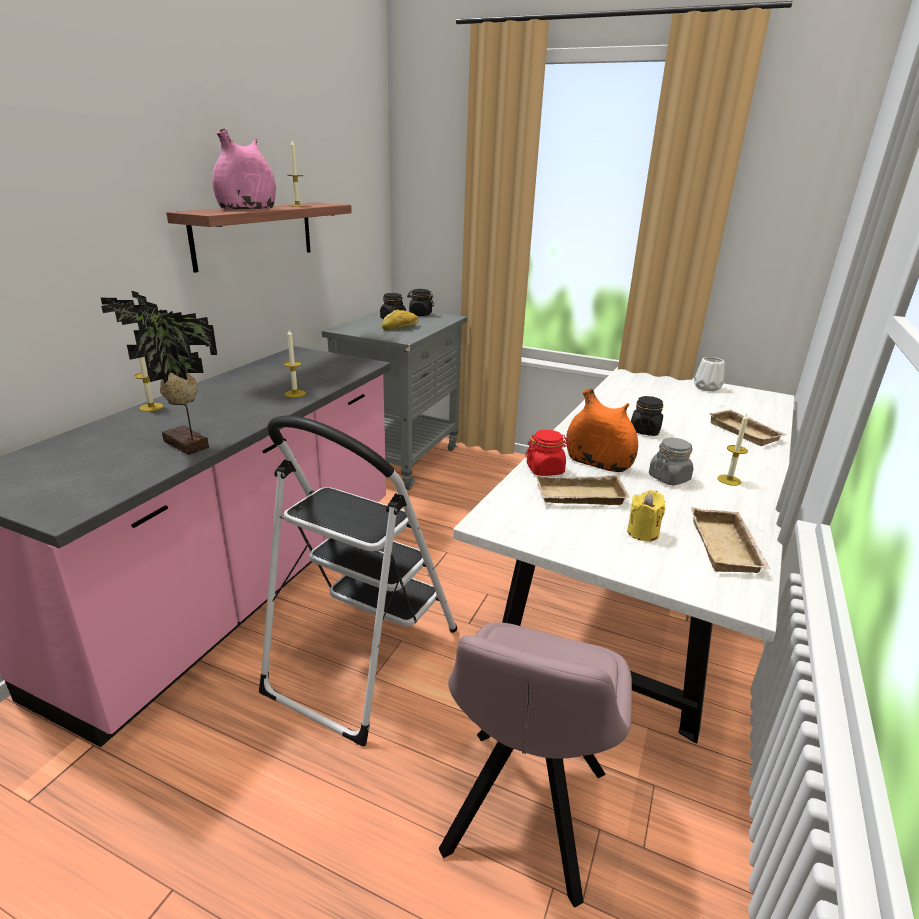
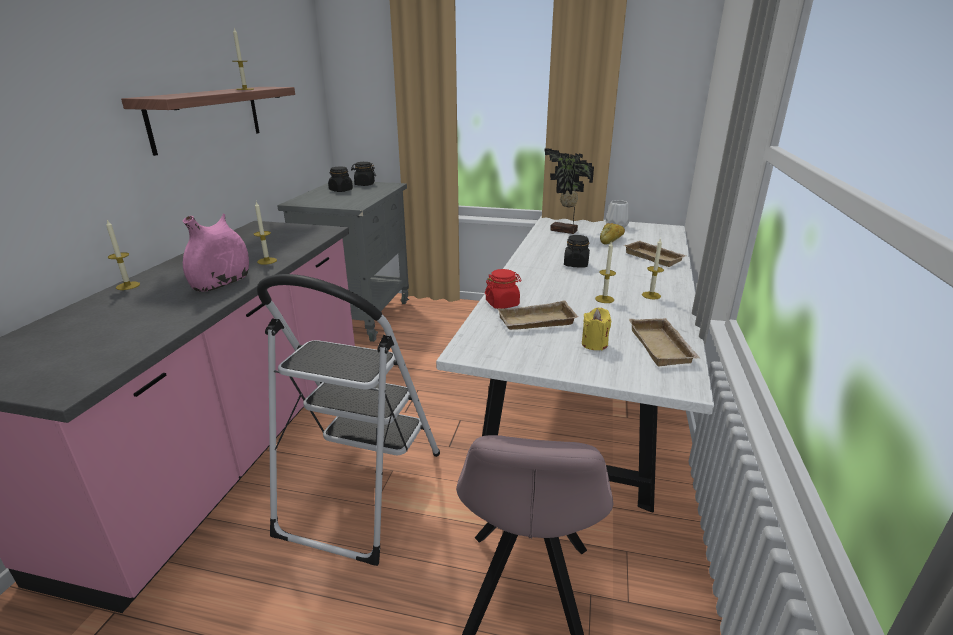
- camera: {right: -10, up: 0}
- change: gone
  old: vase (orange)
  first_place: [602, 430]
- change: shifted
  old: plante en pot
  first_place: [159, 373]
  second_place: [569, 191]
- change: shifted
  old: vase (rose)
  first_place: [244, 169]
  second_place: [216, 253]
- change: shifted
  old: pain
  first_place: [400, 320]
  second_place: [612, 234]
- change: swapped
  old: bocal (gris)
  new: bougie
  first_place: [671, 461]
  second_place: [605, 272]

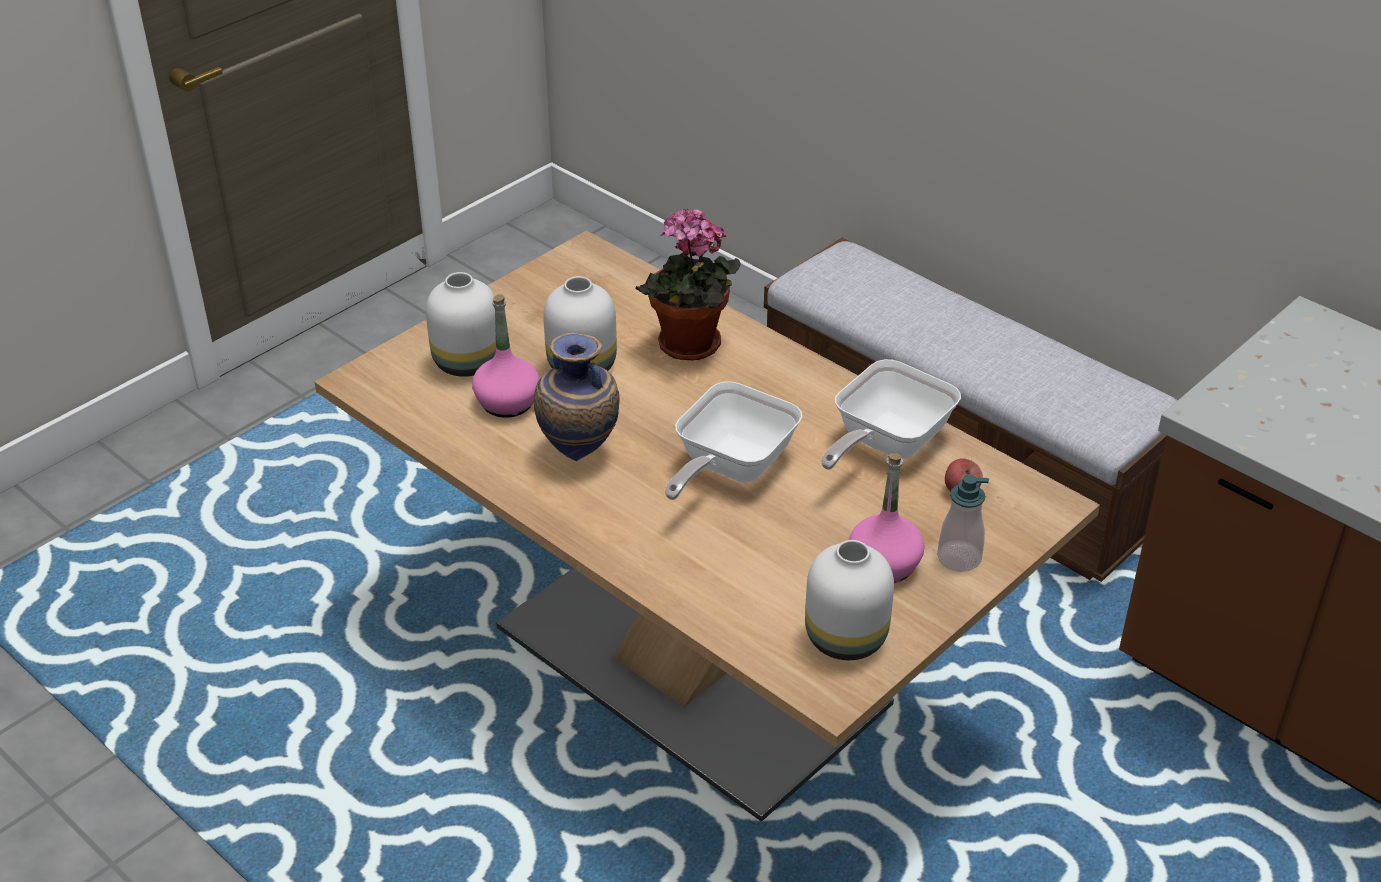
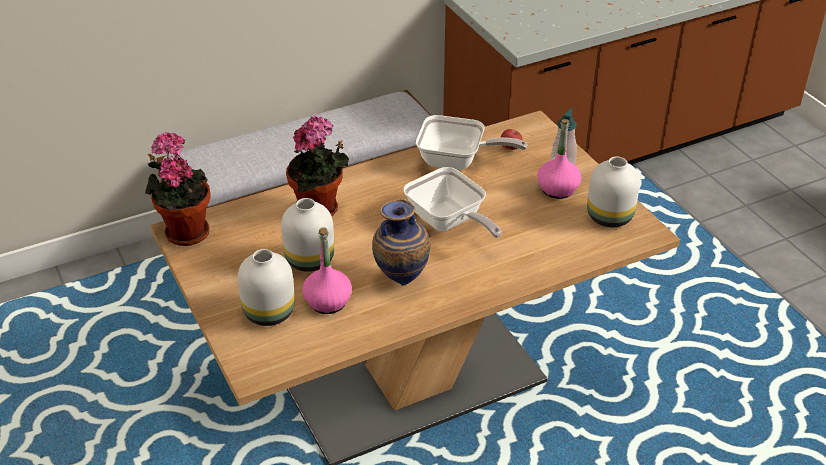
- camera: {right: -70, up: 0}
- change: new
  new: plante en pot
  second_place: [177, 189]
- change: rotated
  old: poêle
  first_place: [891, 414]
  second_place: [471, 142]
  degrees: -45

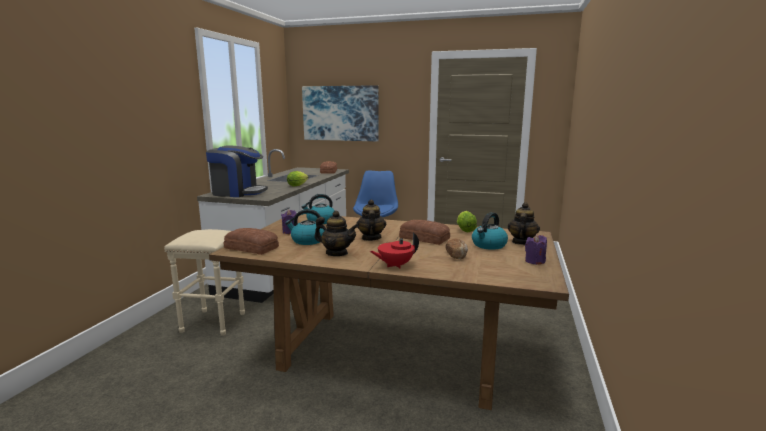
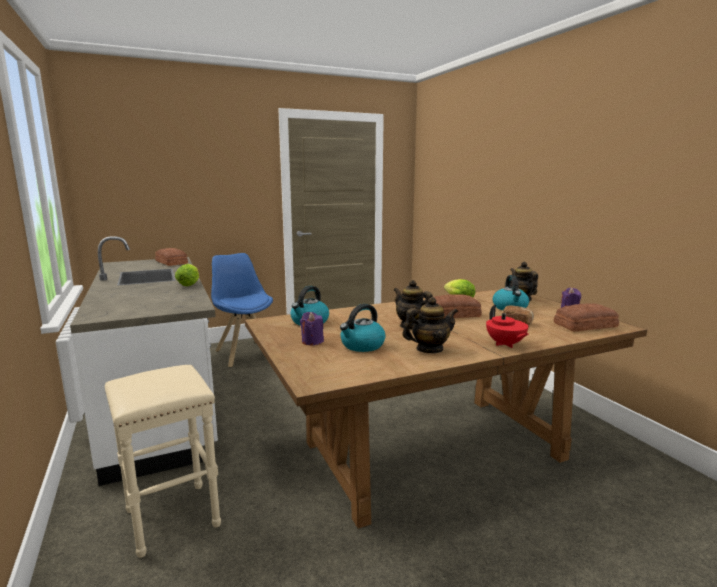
- camera: {right: -40, up: 0}
- change: gone
  old: machine à café
  first_place: [237, 171]
- change: gone
  old: tableau
  first_place: [340, 113]
- change: shifted
  old: pain
  first_place: [251, 241]
  second_place: [586, 317]
- change: rotated
  old: théière (rouge)
  first_place: [394, 250]
  second_place: [507, 326]
  degrees: -45

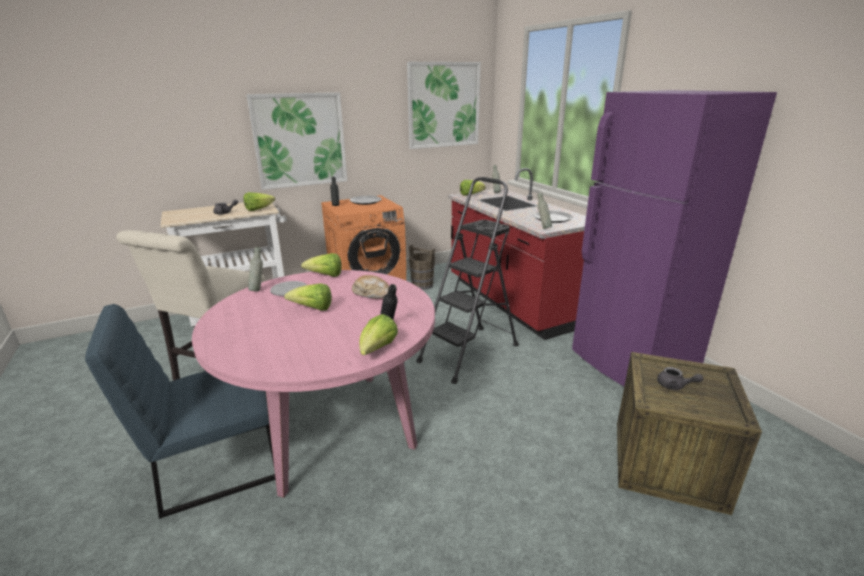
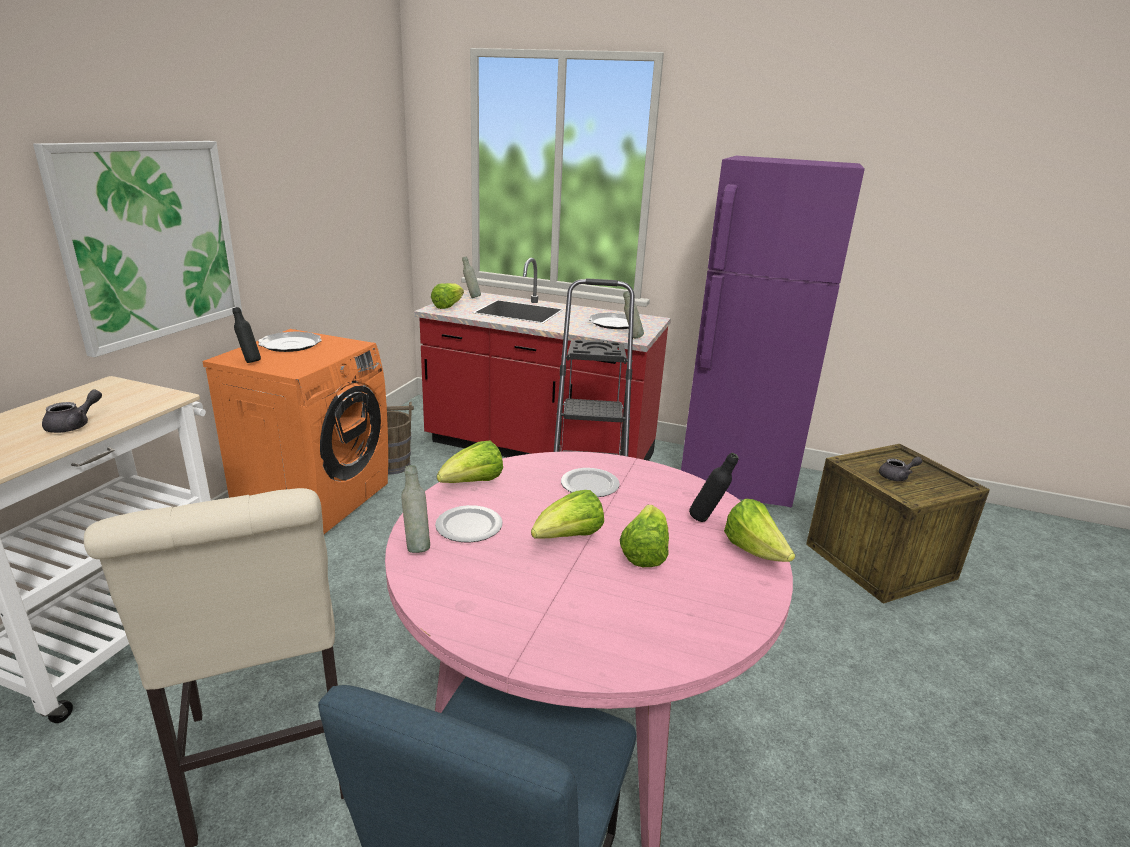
- camera: {right: -45, up: 0}
- change: gone
  old: tableau
  first_place: [444, 105]
- change: shifted
  old: laitue
  first_place: [259, 201]
  second_place: [644, 536]
- change: swapped
  old: pain
  new: assiette
  first_place: [370, 287]
  second_place: [590, 482]

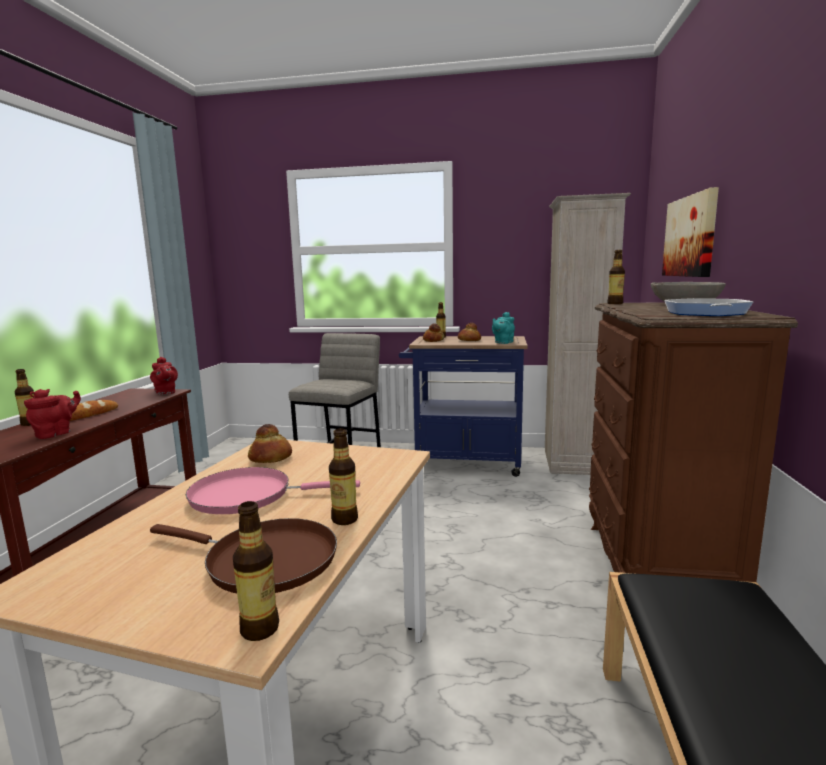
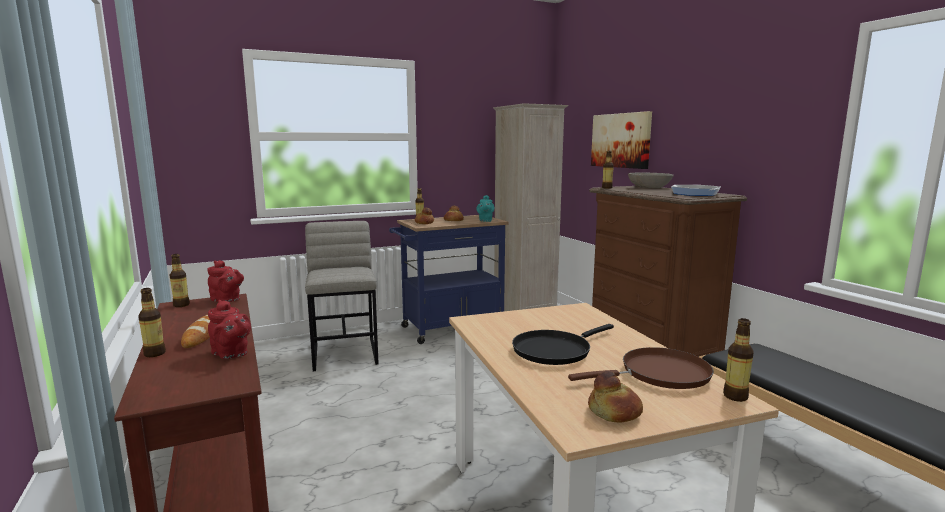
- camera: {right: -35, up: 0}
- change: shifted
  old: pain
  first_place: [270, 443]
  second_place: [615, 396]
- change: shifted
  old: bouteille
  first_place: [343, 476]
  second_place: [180, 280]
- change: repainted
  old: poêle (rose)
  new: poêle (noir)
  first_place: [273, 490]
  second_place: [563, 344]
- change: rotated
  old: théière (rouge)
  first_place: [52, 414]
  second_place: [229, 329]
  degrees: 135

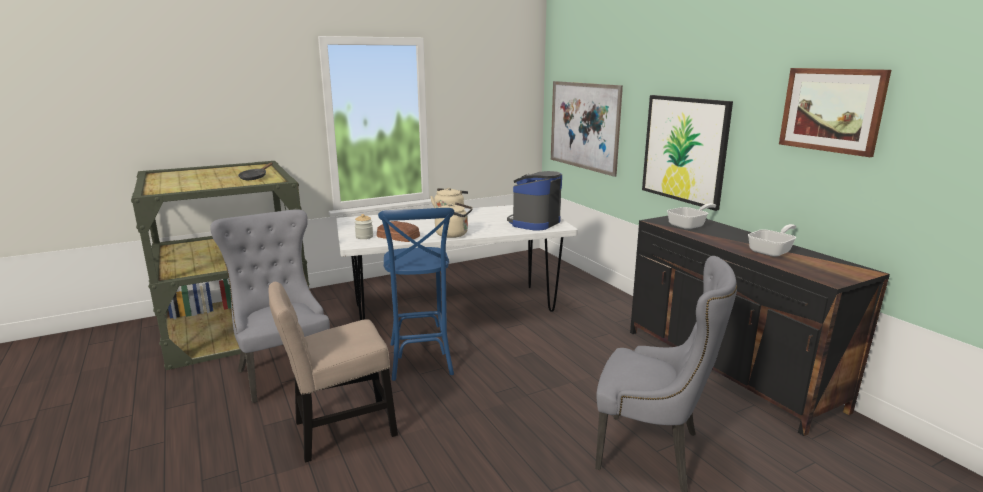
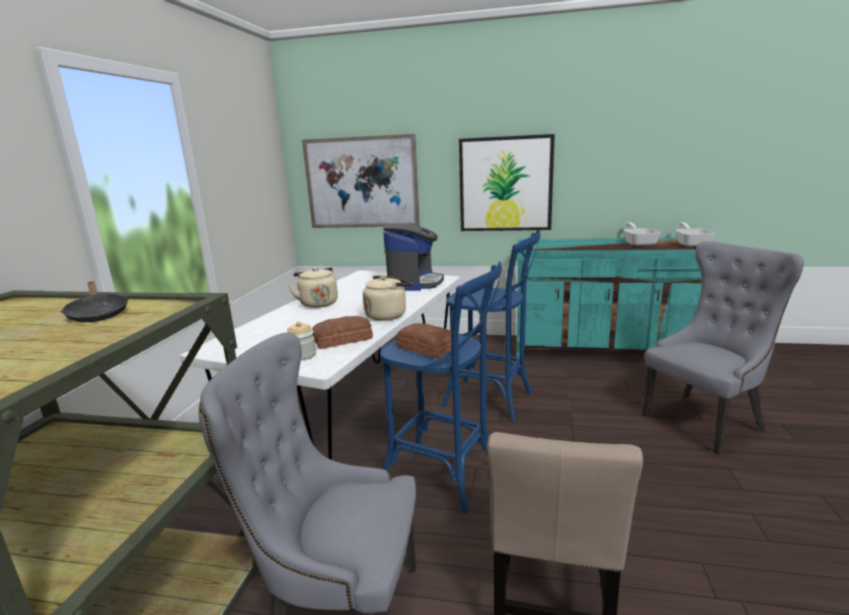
- camera: {right: -50, up: 0}
- change: gone
  old: tableau
  first_place: [835, 112]
- change: new
  new: pain
  second_place: [427, 341]
- change: new
  new: tabouret (bleu)
  second_place: [491, 325]
- change: shifted
  old: poêle
  first_place: [691, 216]
  second_place: [695, 235]
- change: repainted
  old: meuble de rangement (noir)
  new: meuble de rangement (turquoise)
  first_place: [760, 326]
  second_place: [615, 298]
- change: rotated
  old: machine à café
  first_place: [534, 200]
  second_place: [413, 257]
  degrees: -150

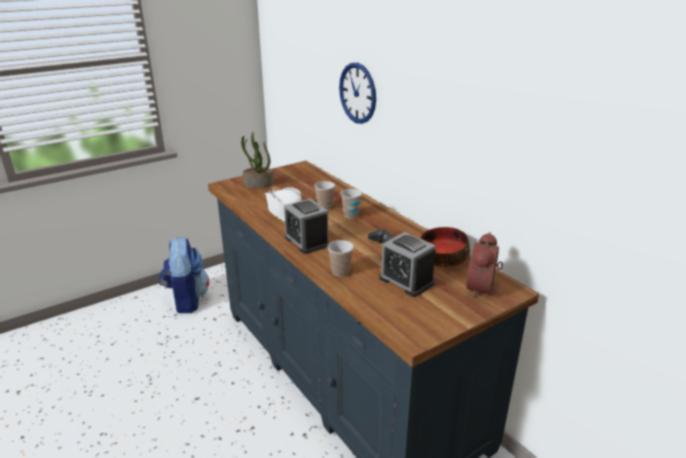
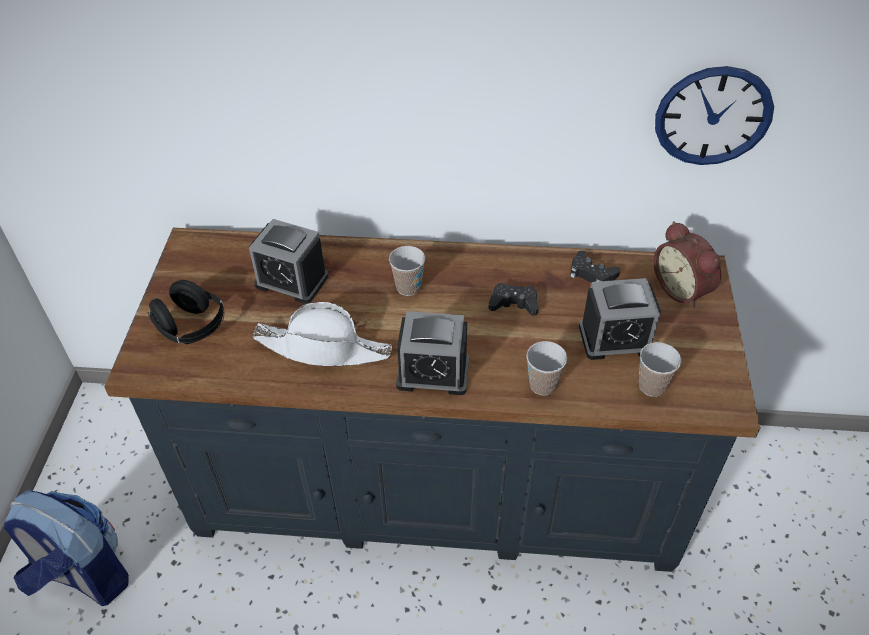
- camera: {right: -50, up: 20}
- change: new
  new: réveil
  second_place: [288, 261]
- change: shifted
  old: tasse
  first_place: [324, 195]
  second_place: [660, 369]
- change: shifted
  old: horloge murale
  first_place: [357, 93]
  second_place: [714, 115]
- change: swapped
  old: plante en pot
  new: casque audio (noir)
  first_place: [257, 160]
  second_place: [186, 312]
- change: swapped
  old: bol
  new: manette (noir)
  first_place: [445, 247]
  second_place: [595, 267]

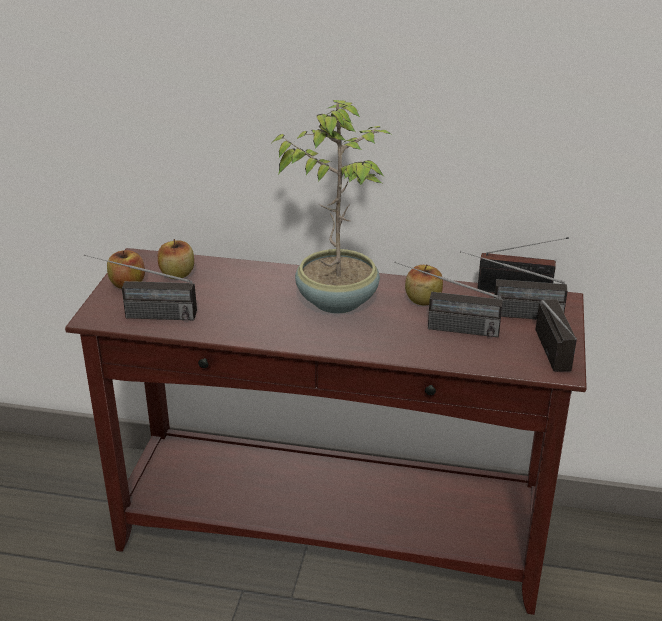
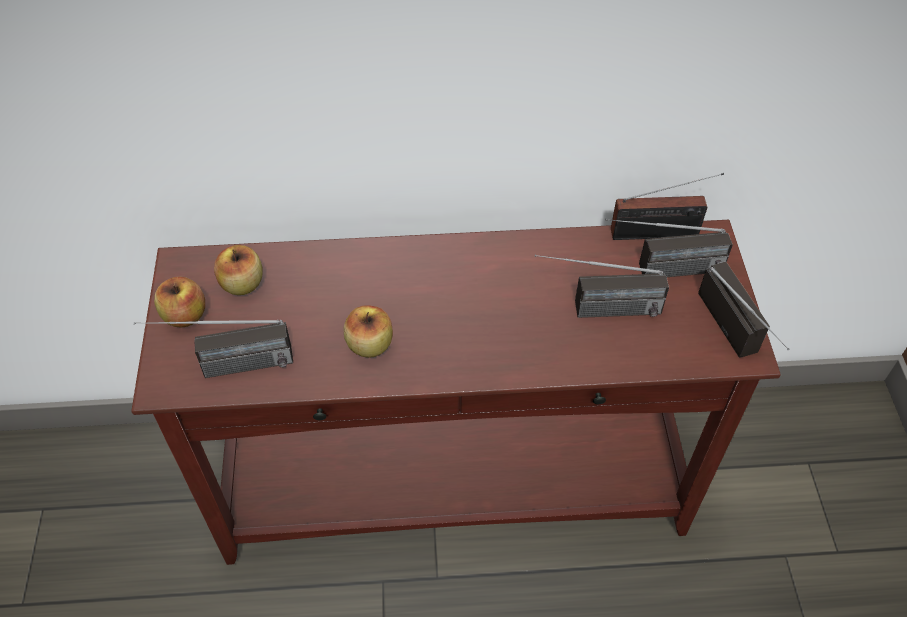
- camera: {right: -15, up: 20}
- change: gone
  old: plante en pot
  first_place: [331, 206]
- change: shifted
  old: pomme
  first_place: [424, 285]
  second_place: [368, 331]

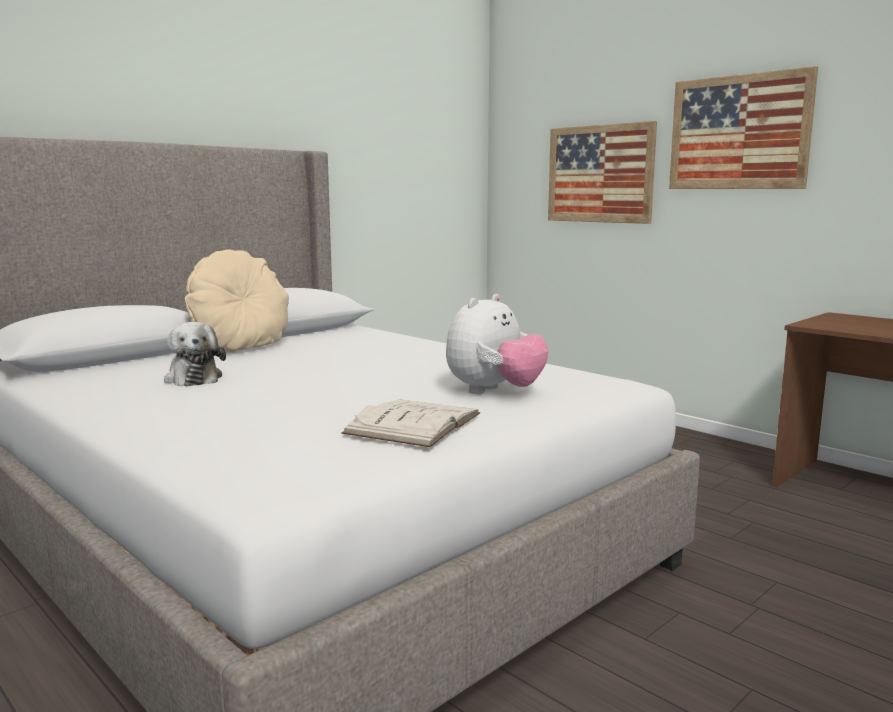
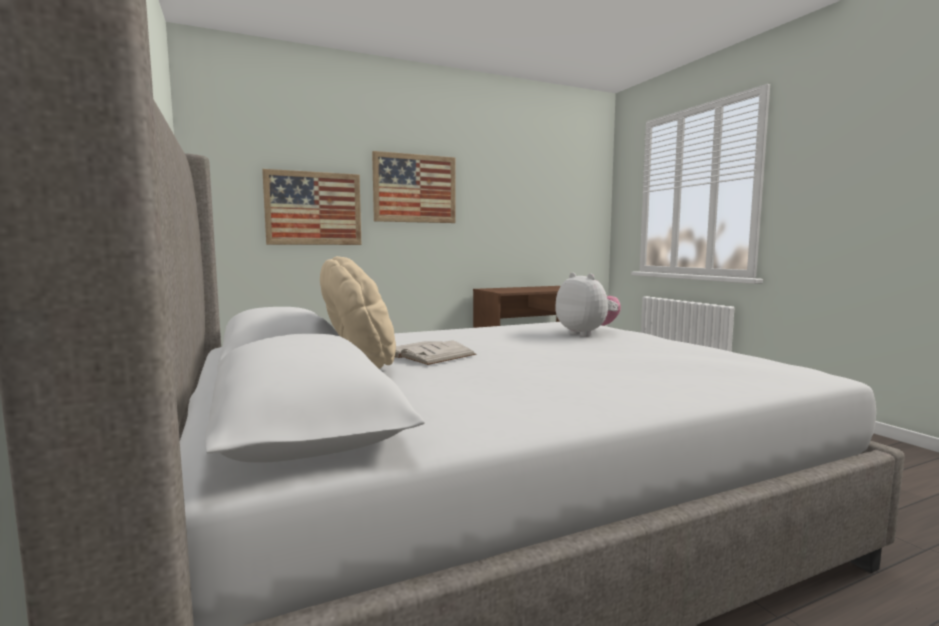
- camera: {right: -70, up: -5}
- change: gone
  old: peluche
  first_place: [195, 354]
- change: shifted
  old: livre (blanc)
  first_place: [410, 423]
  second_place: [435, 353]

